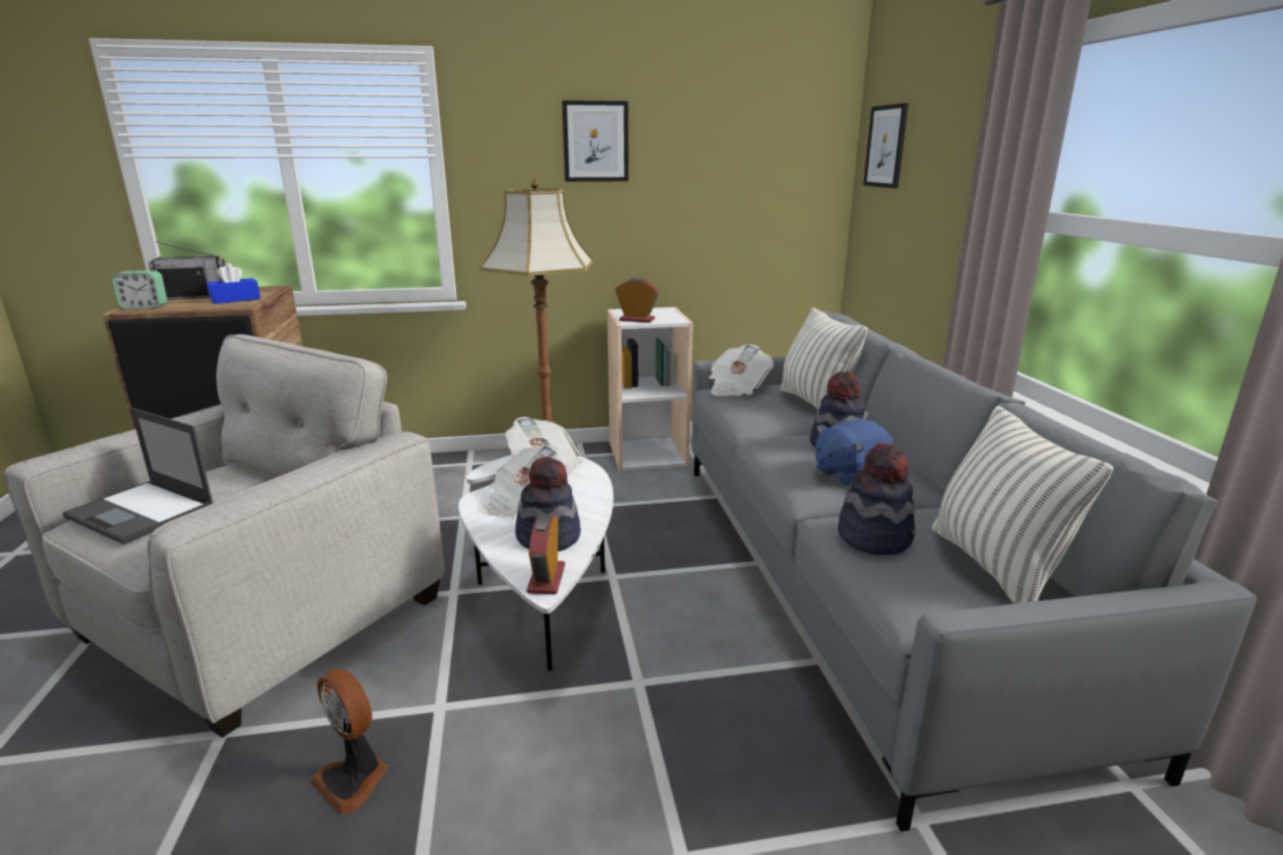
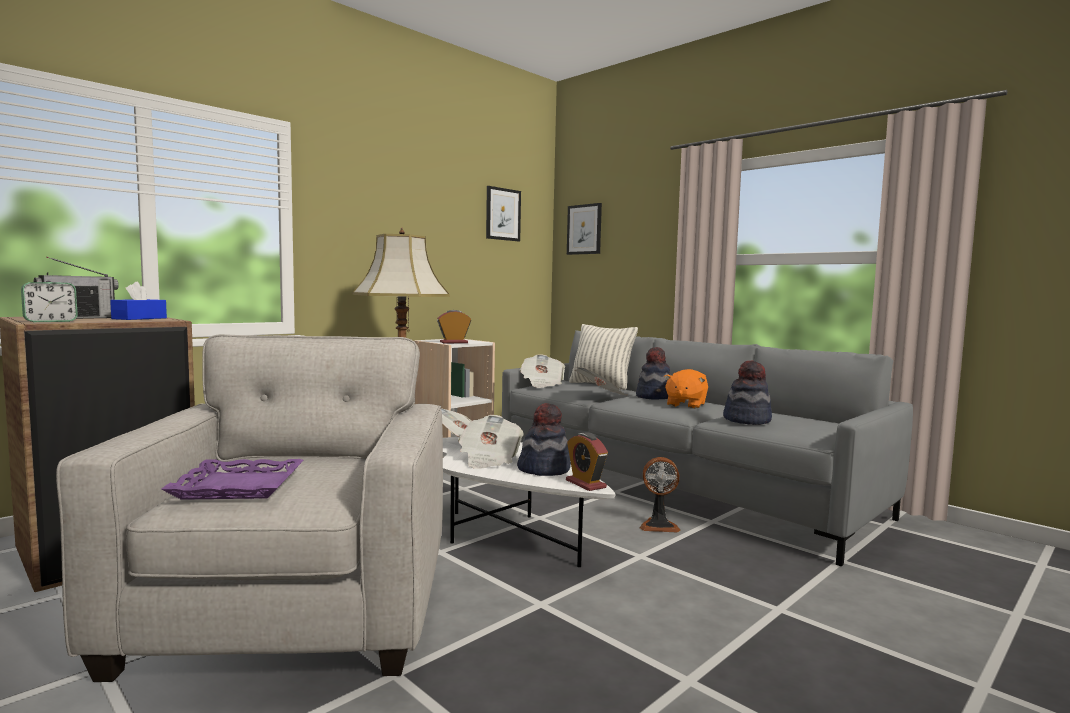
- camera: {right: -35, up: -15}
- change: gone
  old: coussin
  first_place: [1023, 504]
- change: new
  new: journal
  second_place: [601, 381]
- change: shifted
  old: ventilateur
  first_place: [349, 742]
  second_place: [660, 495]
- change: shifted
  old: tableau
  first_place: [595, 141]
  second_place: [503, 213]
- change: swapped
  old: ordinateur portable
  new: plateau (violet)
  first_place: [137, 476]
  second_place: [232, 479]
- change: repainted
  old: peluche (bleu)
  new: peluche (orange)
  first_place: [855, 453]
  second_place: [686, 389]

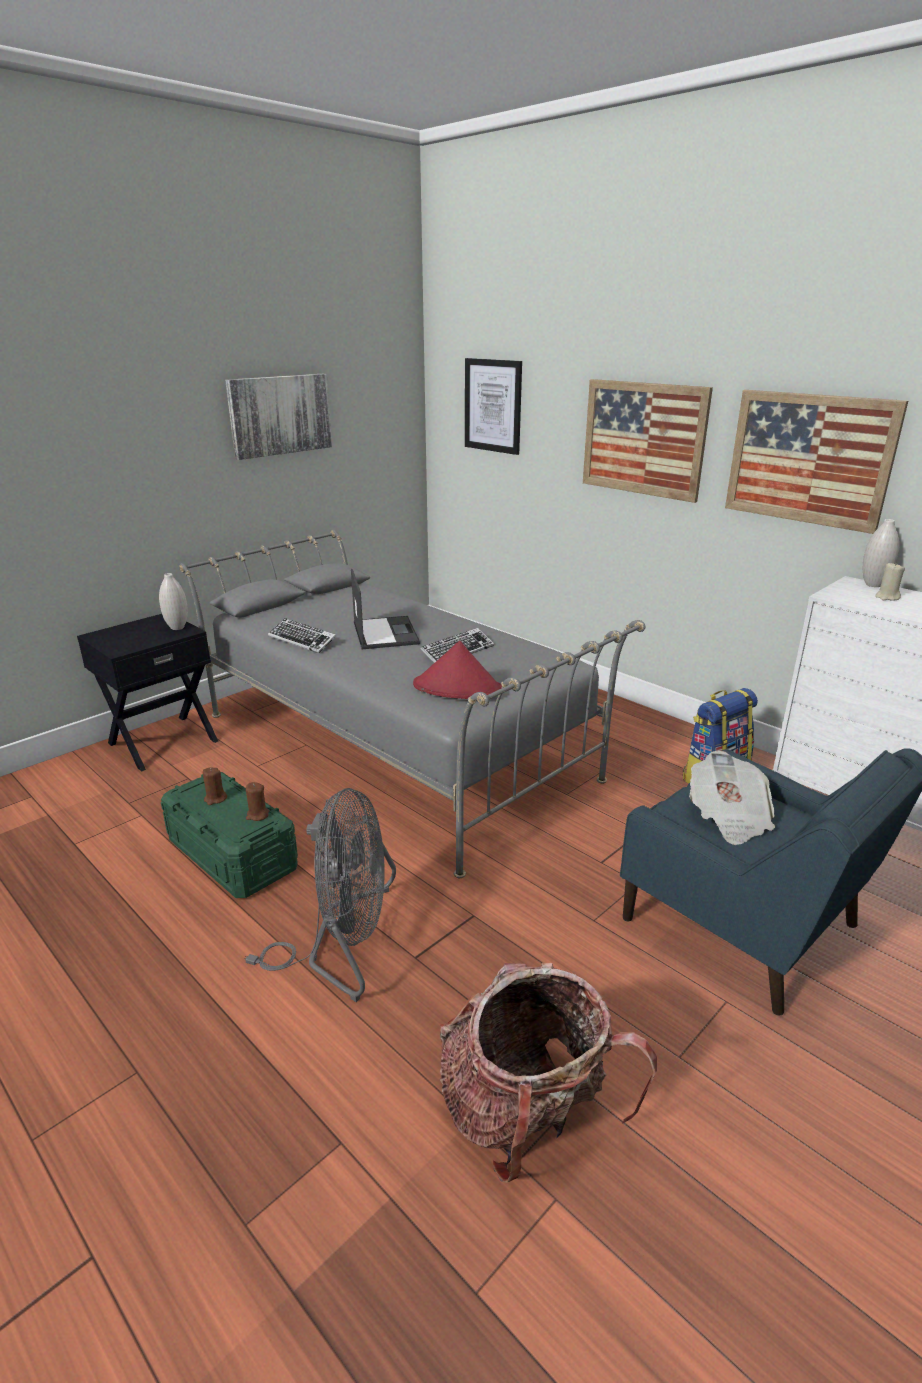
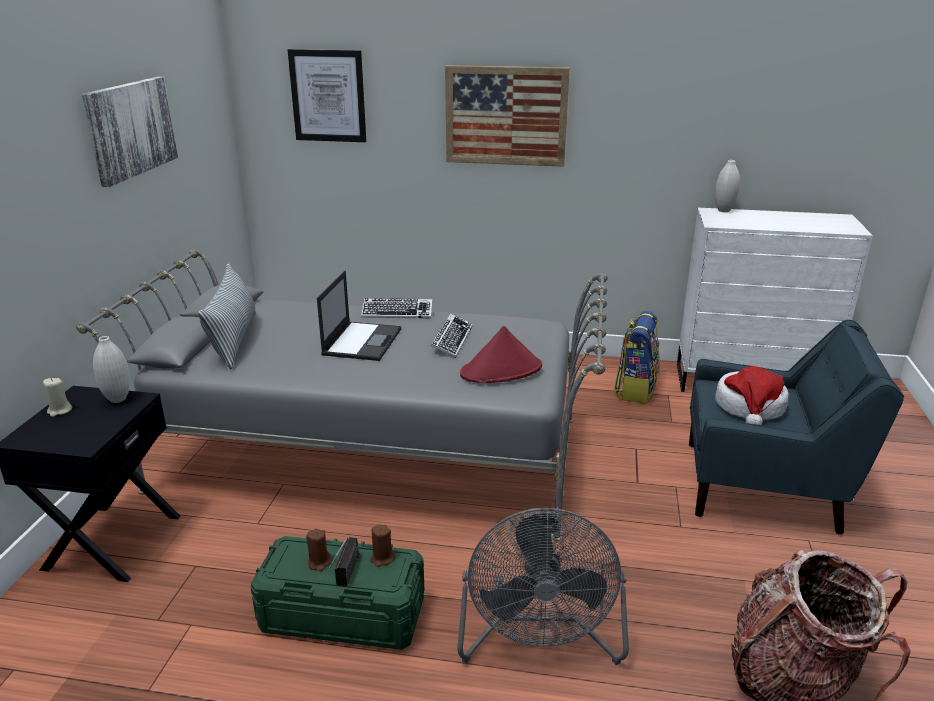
- camera: {right: -35, up: 0}
- change: gone
  old: tableau
  first_place: [816, 462]
- change: new
  new: coussin
  second_place: [227, 316]
- change: new
  new: radio
  second_place: [343, 561]
- change: shifted
  old: clavier
  first_place: [302, 635]
  second_place: [397, 308]
- change: shifted
  old: bougie (beige)
  first_place: [890, 581]
  second_place: [57, 397]
- change: swapped
  old: journal
  new: chapeau
  first_place: [732, 798]
  second_place: [752, 395]
- change: rotated
  old: ventilateur (gris)
  first_place: [320, 895]
  second_place: [543, 586]
  degrees: 120
- change: rotated
  old: ordinateur portable
  first_place: [385, 609]
  second_place: [359, 315]
  degrees: 60

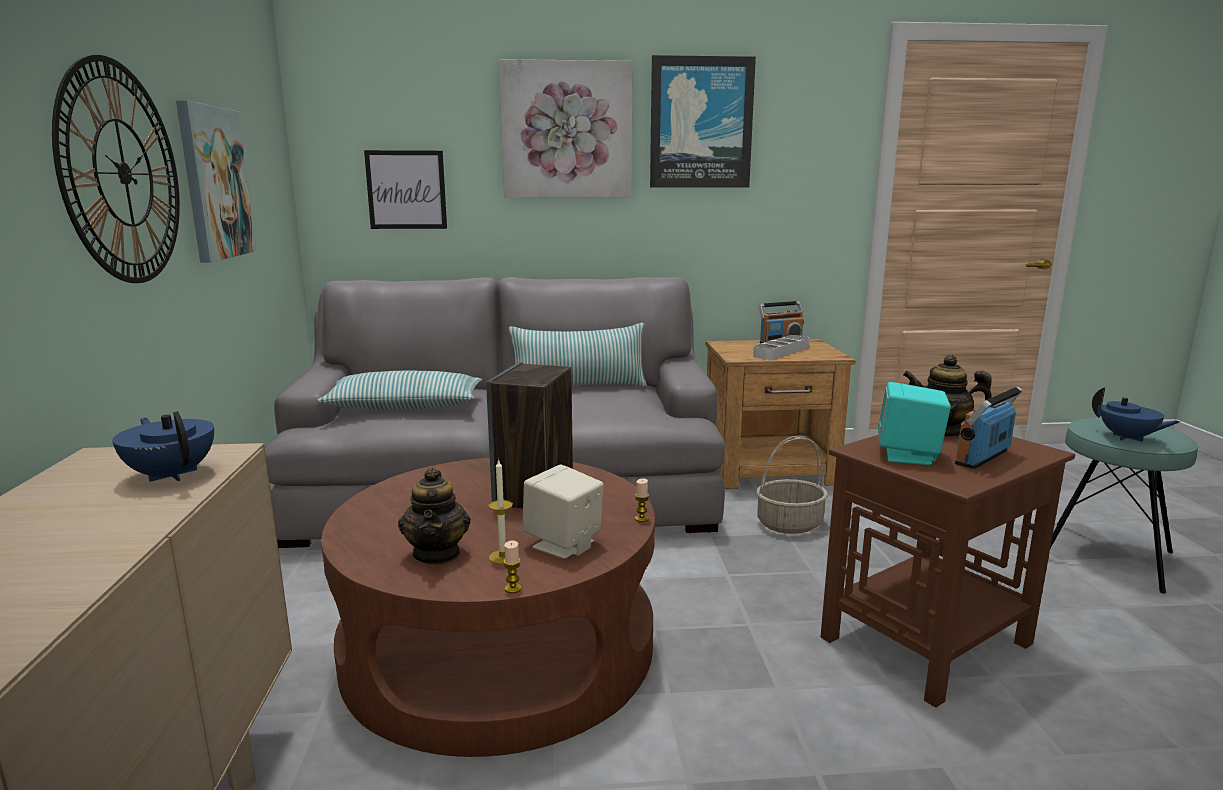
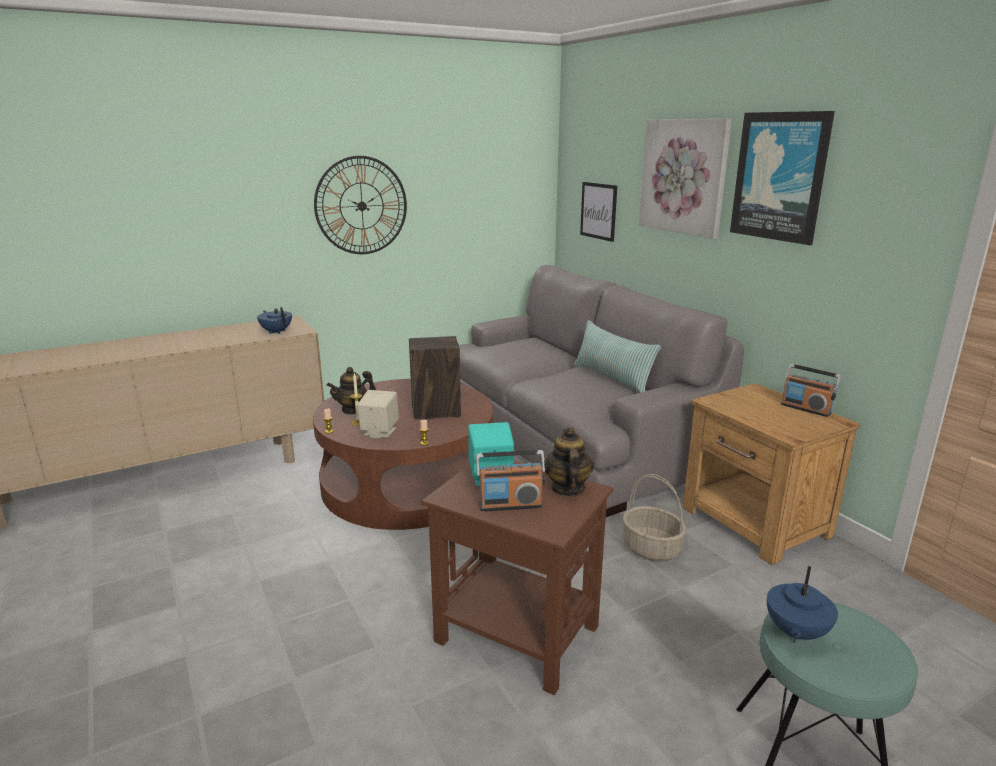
- camera: {right: 65, up: 5}
- change: gone
  old: tableau
  first_place: [216, 181]
- change: gone
  old: coussin
  first_place: [399, 390]
- change: gone
  old: plateau (gris)
  first_place: [781, 347]
- change: rotated
  old: théière (bleu)
  first_place: [163, 446]
  second_place: [274, 320]
  degrees: -60
- change: rotated
  old: radio
  first_place: [989, 427]
  second_place: [510, 481]
  degrees: 150

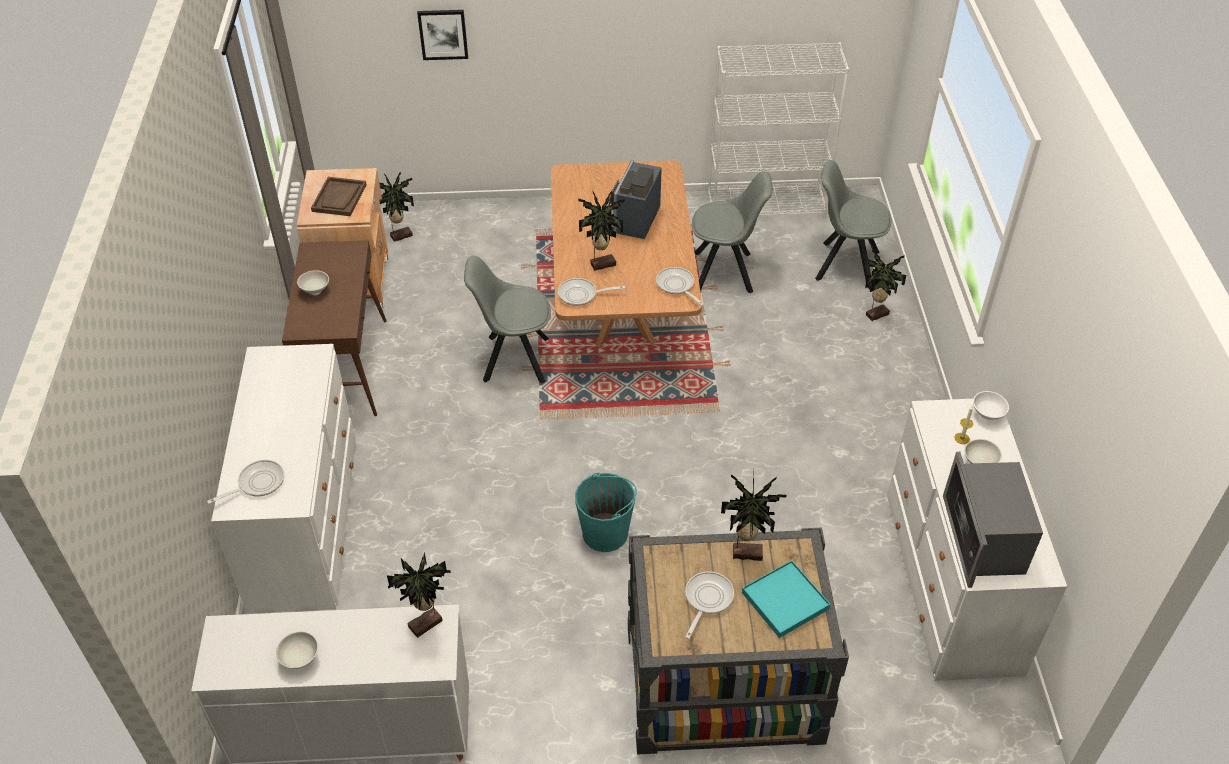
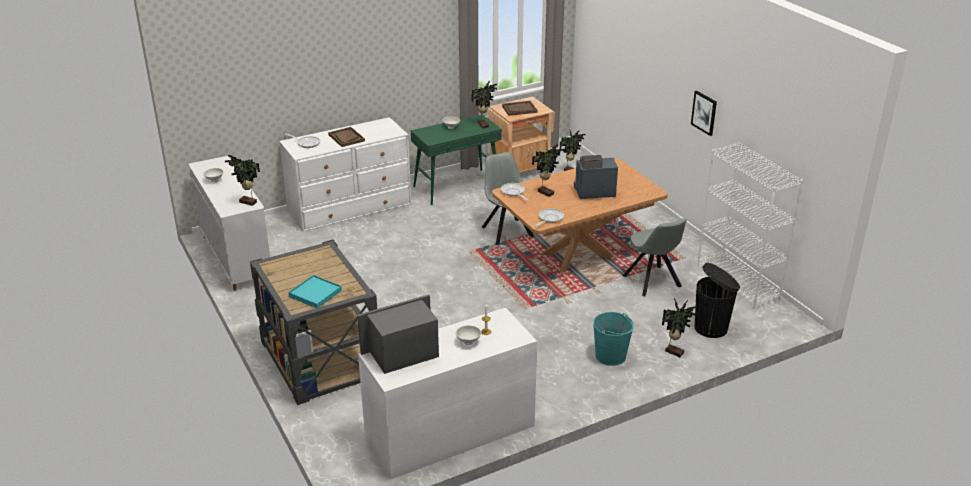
- camera: {right: 65, up: -15}
- change: gone
  old: poêle
  first_place: [709, 605]
- change: gone
  old: bol (blanc)
  first_place: [991, 405]
- change: new
  new: plateau (marron)
  second_place: [346, 137]
- change: shifted
  old: tableau
  first_place: [442, 35]
  second_place: [704, 113]
- change: shifted
  old: seau (turquoise)
  first_place: [606, 512]
  second_place: [613, 339]
- change: shifted
  old: plante en pot
  first_place: [754, 517]
  second_place: [484, 105]
- change: swapped
  old: chaise (gris)
  new: poubelle (noir)
  first_place: [853, 225]
  second_place: [717, 300]
- change: repainted
  old: table console (marron)
  new: table console (vert)
  first_place: [334, 328]
  second_place: [456, 159]

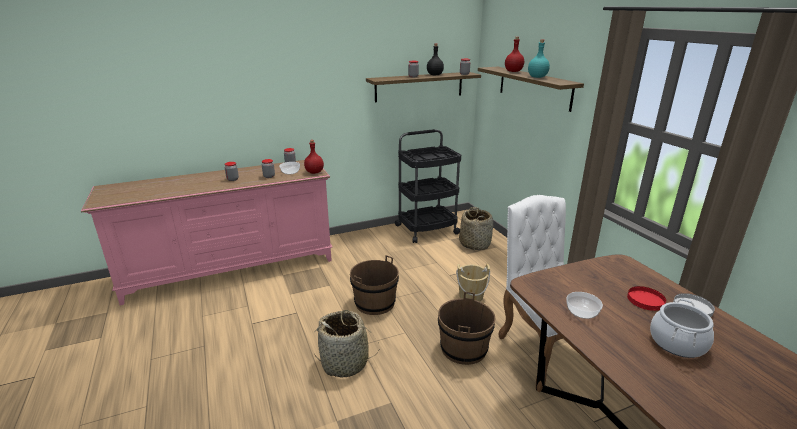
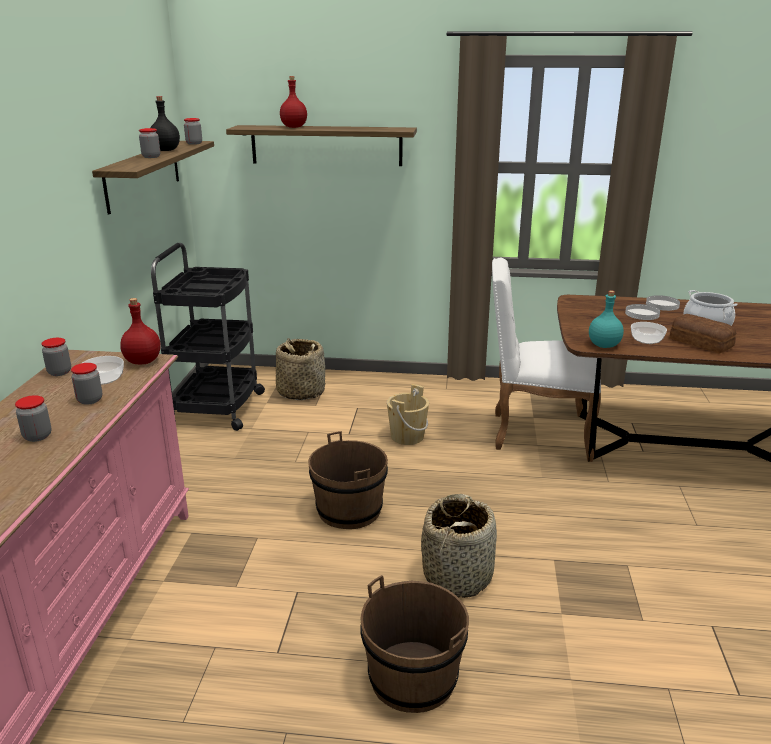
- camera: {right: -60, up: 0}
- change: new
  new: pain
  second_place: [703, 334]
- change: shifted
  old: seau (marron)
  first_place: [466, 328]
  second_place: [414, 644]
- change: shifted
  old: bouteille (turquoise)
  first_place: [539, 58]
  second_place: [606, 319]
- change: repainted
  old: assiette (rouge)
  new: assiette (blanc)
  first_place: [646, 298]
  second_place: [642, 312]

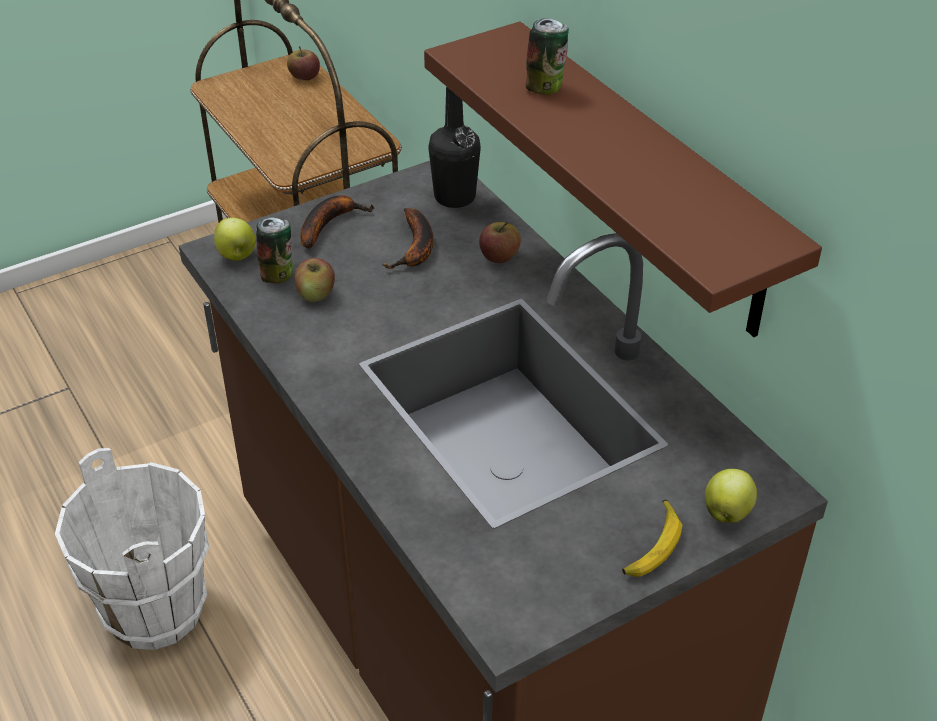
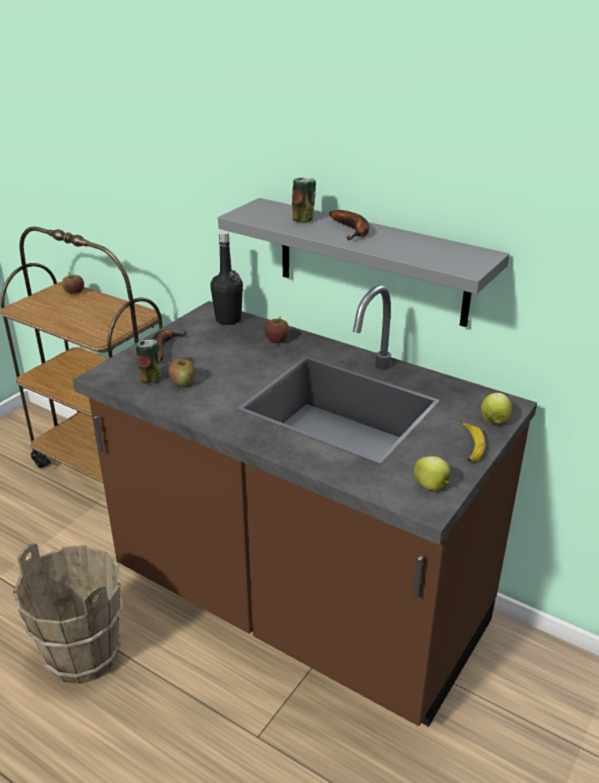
- camera: {right: -25, up: -10}
- change: shifted
  old: pomme
  first_place: [235, 239]
  second_place: [432, 473]
- change: shifted
  old: banane
  first_place: [408, 238]
  second_place: [349, 225]
- change: repainted
  old: seau (blanc)
  new: seau (marron)
  first_place: [132, 549]
  second_place: [68, 613]
- change: repainted
  old: étagère (marron)
  new: étagère (gris)
  first_place: [623, 179]
  second_place: [363, 262]

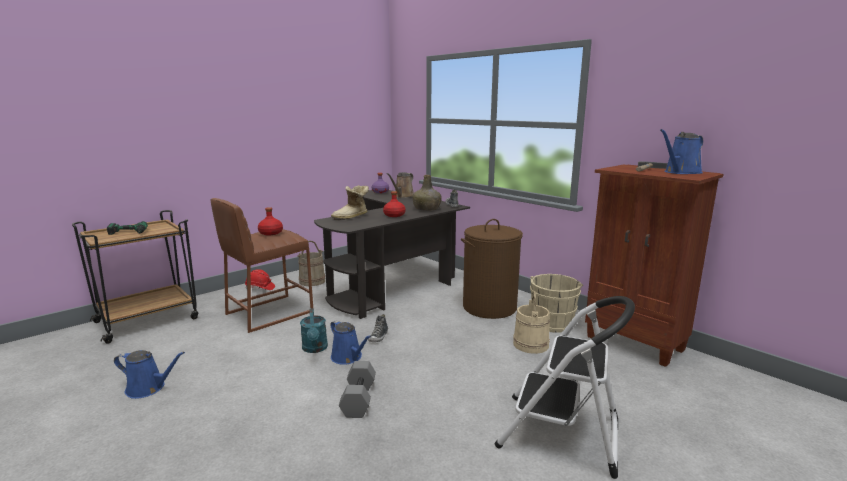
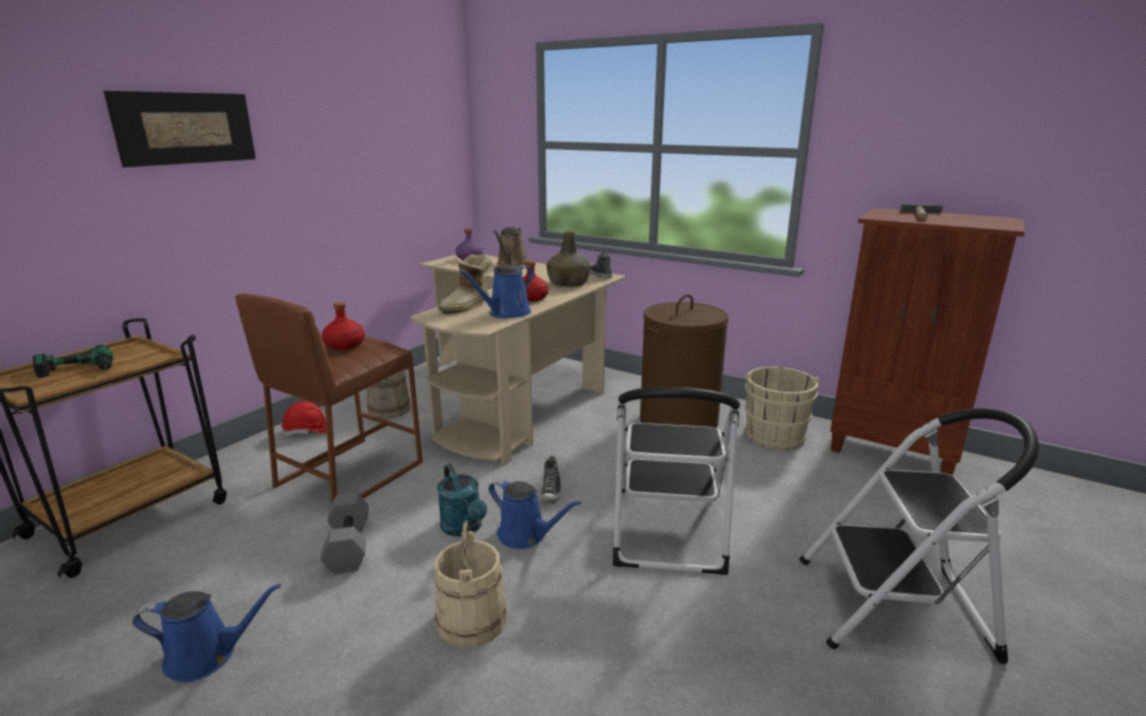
- camera: {right: -15, up: 5}
- change: new
  new: tableau
  second_place: [180, 129]
- change: new
  new: escabeau
  second_place: [676, 481]
- change: shifted
  old: haltère (gris)
  first_place: [357, 389]
  second_place: [345, 533]
- change: shifted
  old: seau (beige)
  first_place: [531, 322]
  second_place: [470, 584]
- change: shifted
  old: arrosoir (bleu)
  first_place: [681, 151]
  second_place: [496, 292]
- change: repainted
  old: bureau (noir)
  new: bureau (beige)
  first_place: [392, 254]
  second_place: [518, 360]

